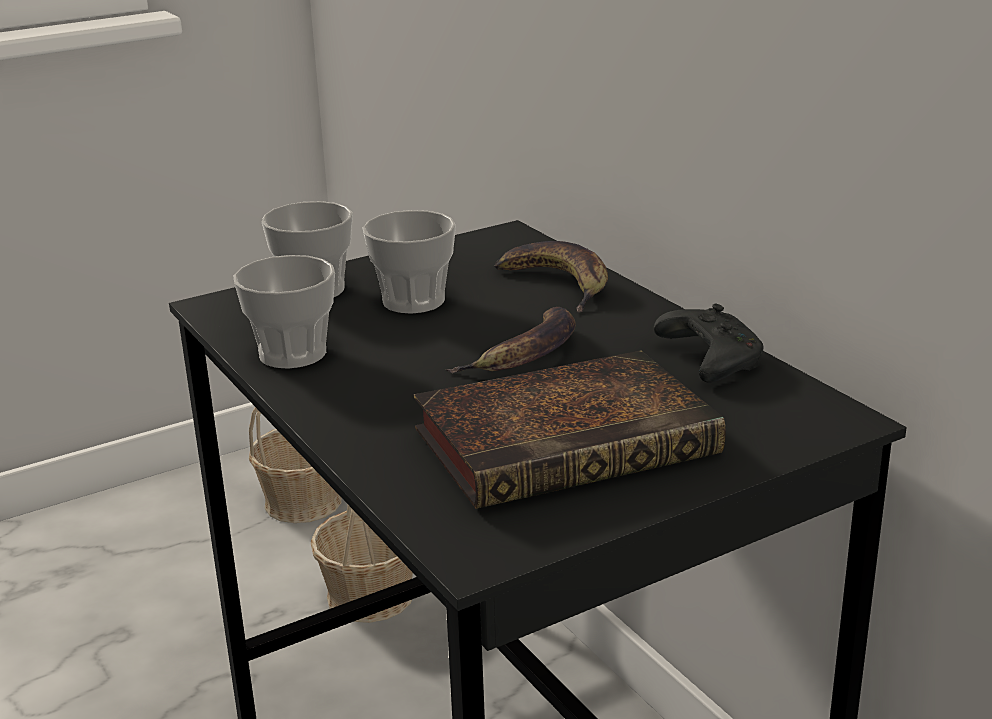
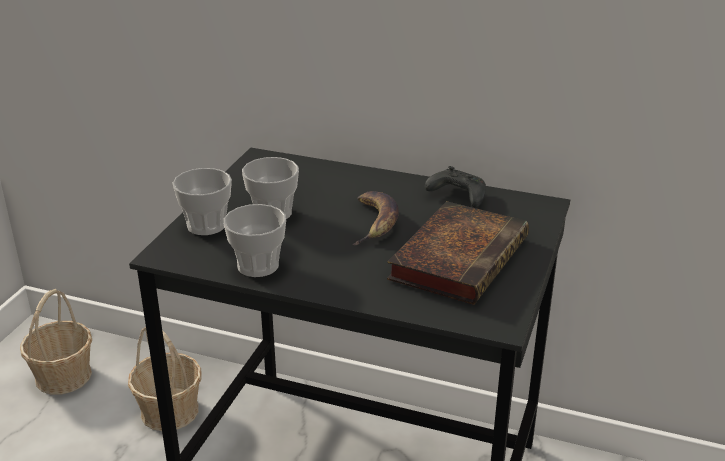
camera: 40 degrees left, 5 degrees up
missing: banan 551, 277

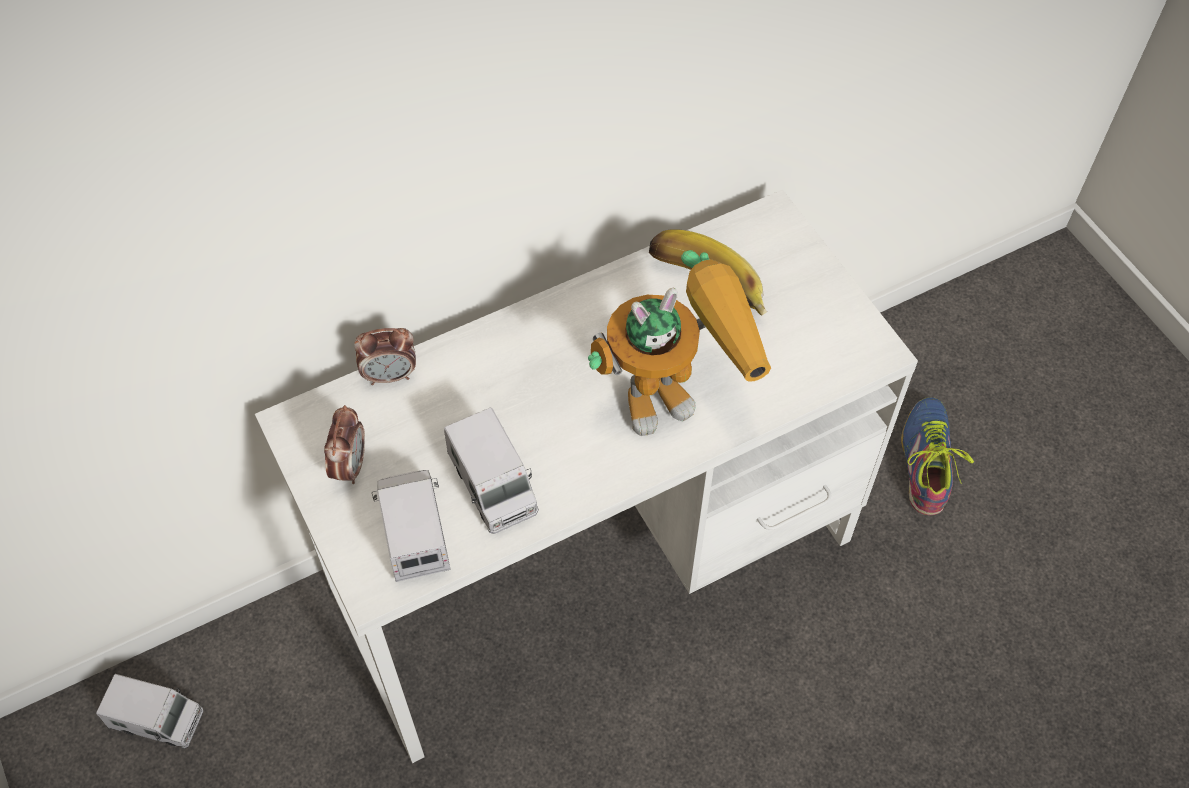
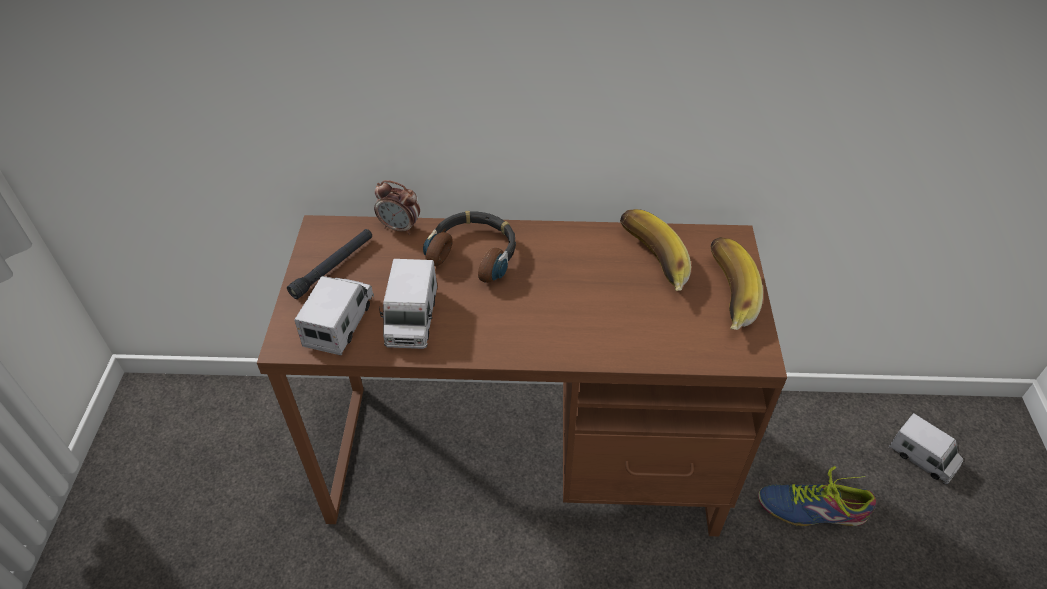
camera: 30 degrees right, 10 degrees down
missing: robot zabawkowy 679, 343
appeared: słuchawki 469, 247; banan 736, 283
relocated: ciężarówka zabawkowa 150, 711 to 926, 448
exchanged: budzik 344, 444 to latarka [czarny] 329, 264
colour: biurko [biały] 586, 476 to biurko [brązowy] 522, 375
spun: but 937, 456 = 817, 496 120 degrees counterclockwise

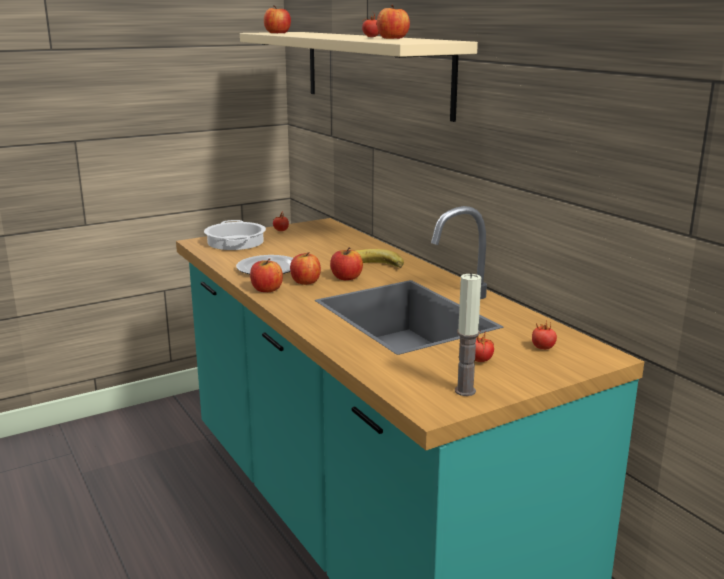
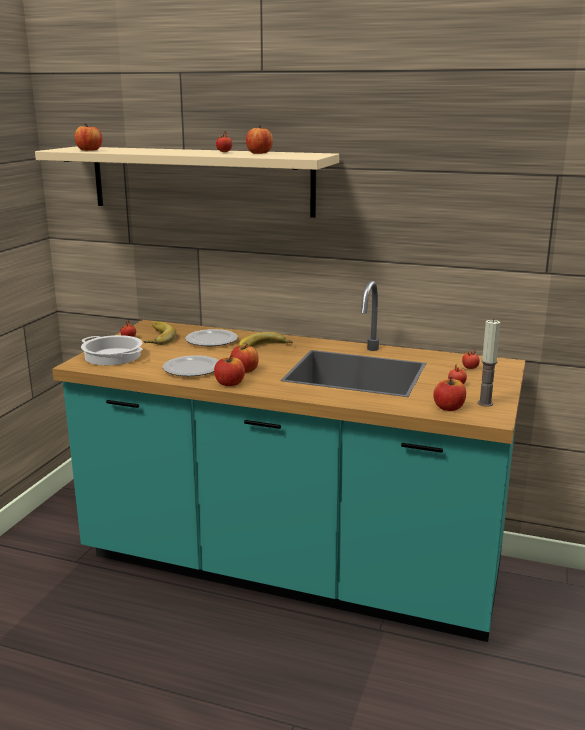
camera: 40 degrees left, 0 degrees up
appeared: banan 160, 333; talerz 211, 337
relocated: jabłko 346, 263 to 449, 394

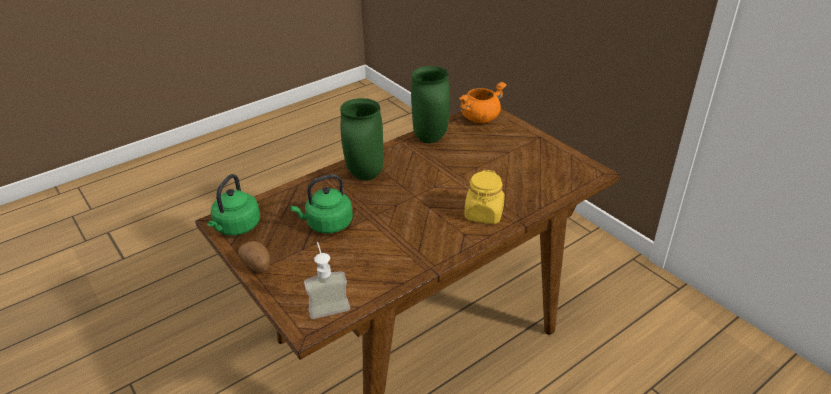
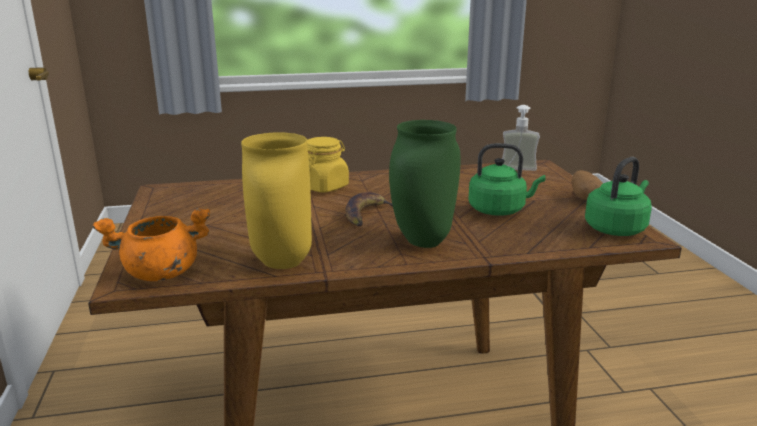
camera: 155 degrees left, 15 degrees down
appeared: banan 369, 209
colour: wazon [zielony] 430, 104 to wazon [żółty] 276, 200

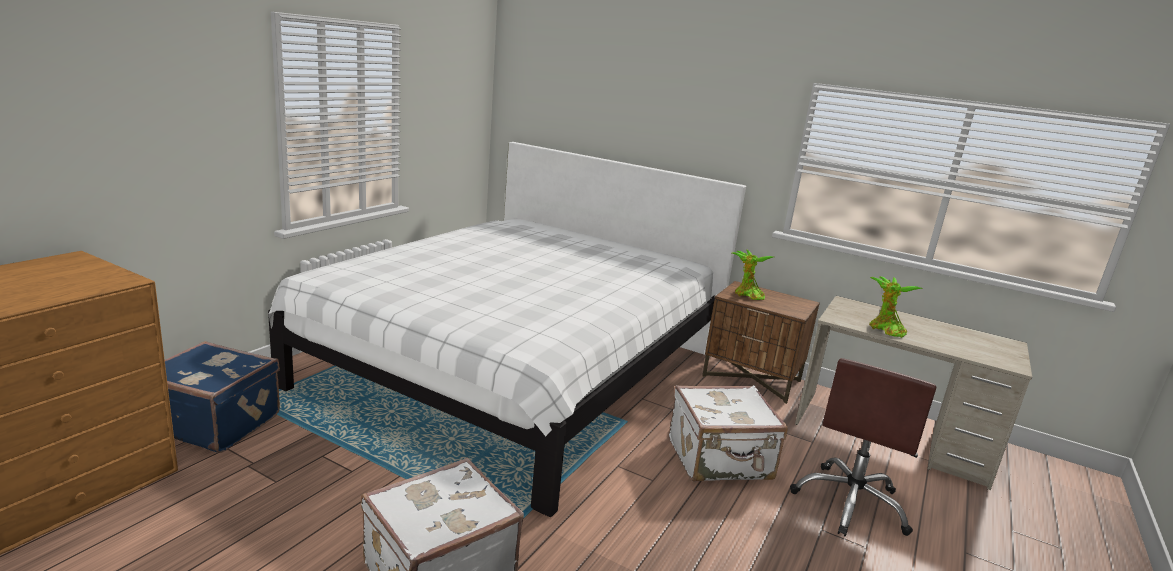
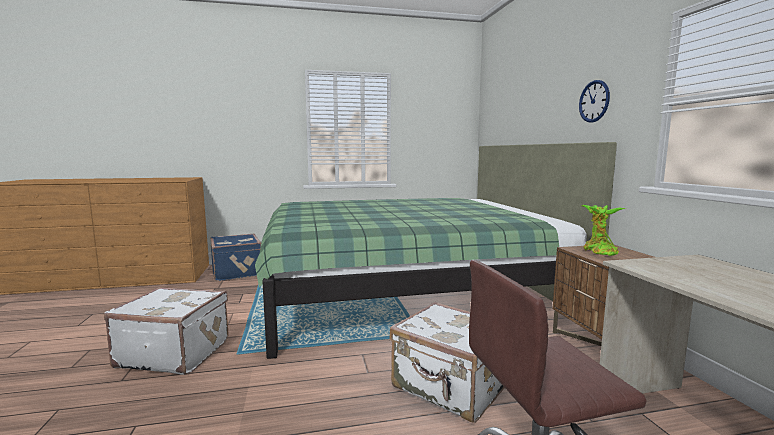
camera: 50 degrees right, 10 degrees down
missing: roślina doniczkowa 896, 307
appeared: zegar ścienny 594, 101
colour: łóżko [biały] 507, 329 to łóżko [zielony] 436, 250

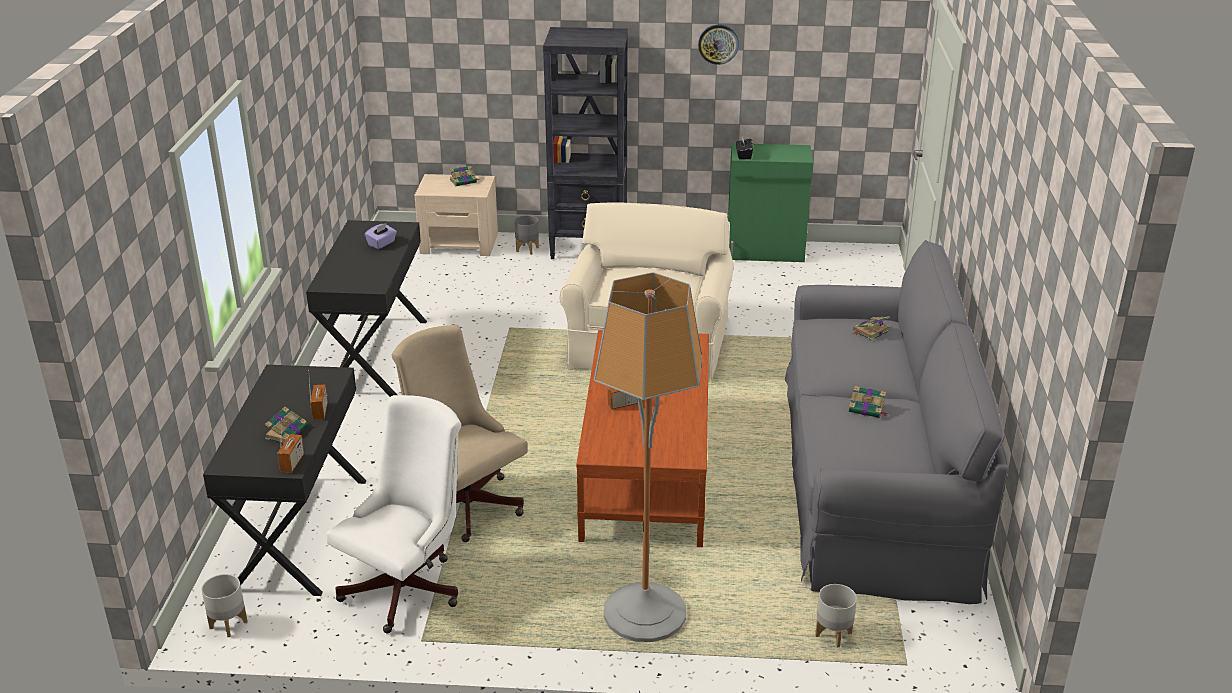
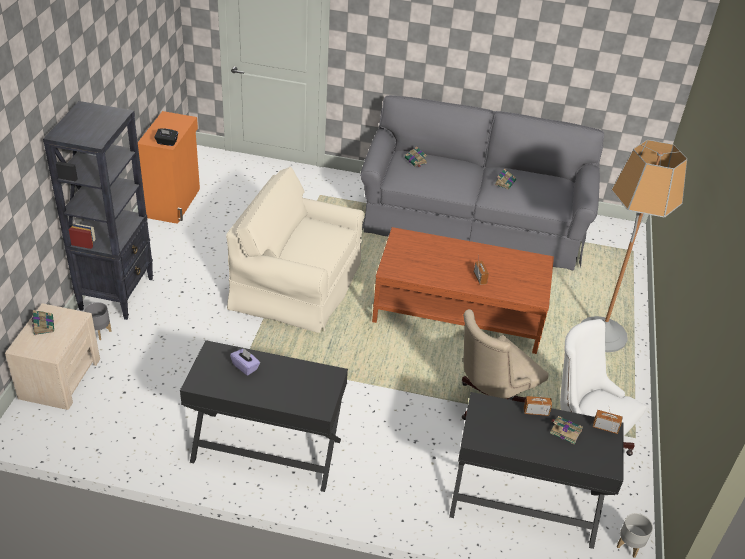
camera: 85 degrees left, 10 degrees up
missing: zegar ścienny 718, 45; donica [szary] 836, 615
colour: szafka [zielony] 770, 202 to szafka [pomarańczowy] 169, 167

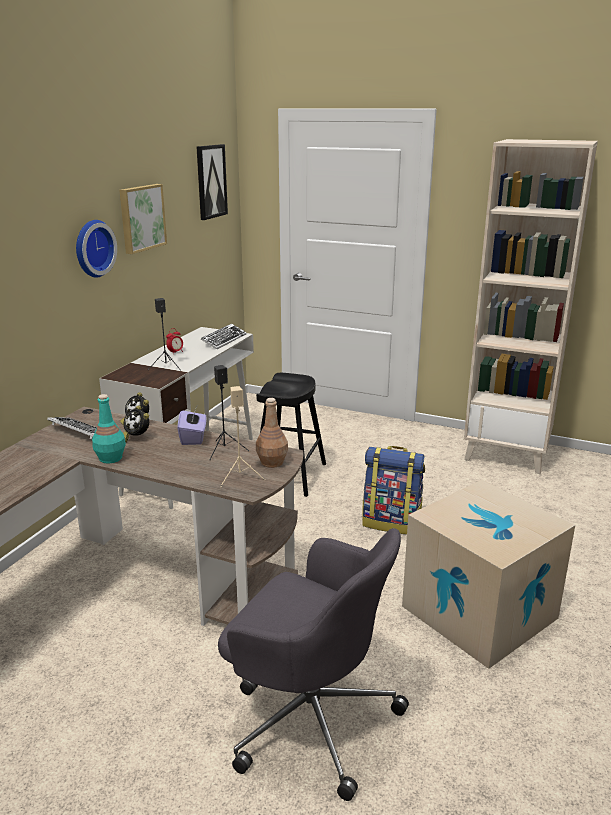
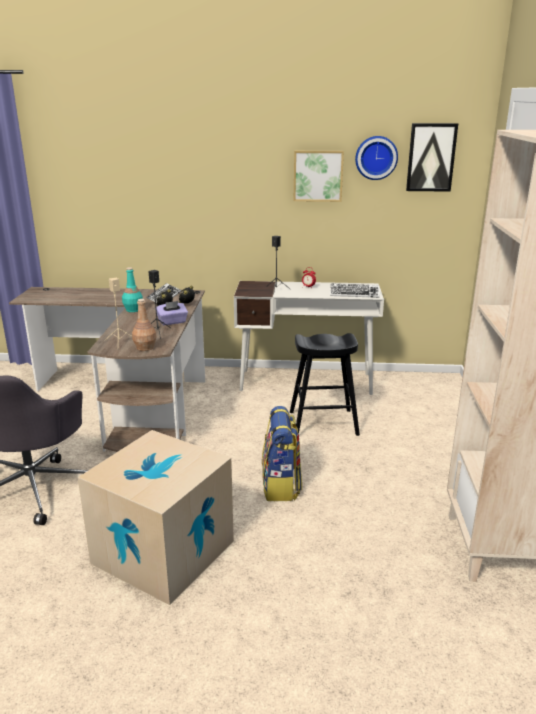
camera: 70 degrees right, 0 degrees up
relocated: zegar ścienny 96, 249 to 376, 158

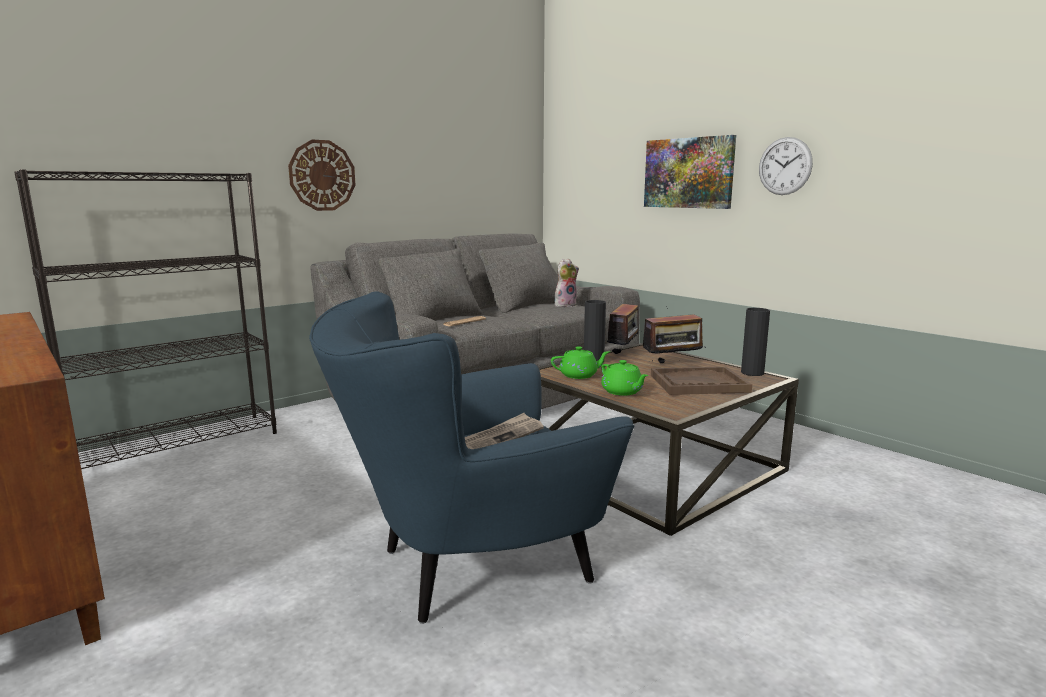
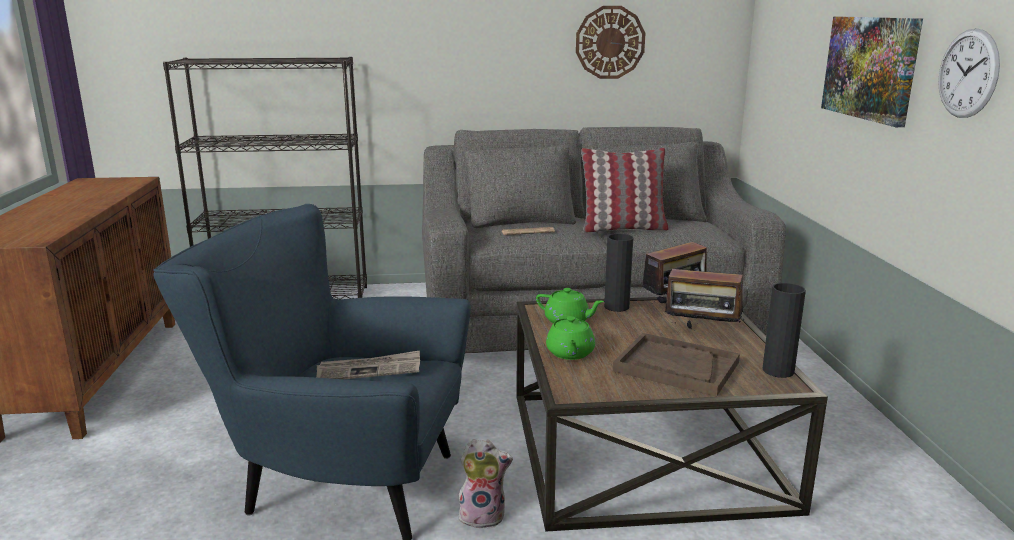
camera: 35 degrees right, 5 degrees up
appeared: poduszka 625, 190
relocated: zegar ścienny 321, 175 to 610, 42; pluszak 567, 283 to 486, 484

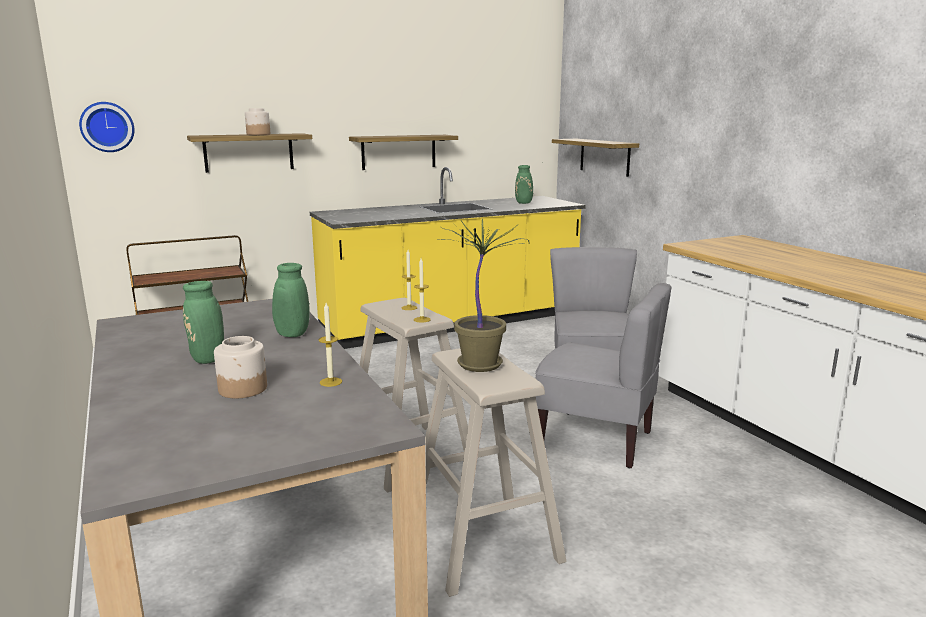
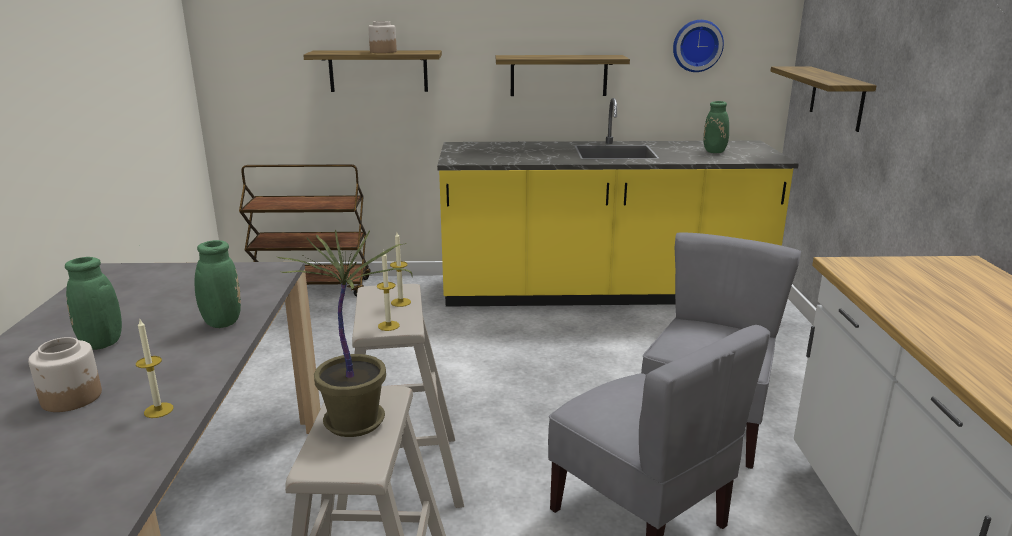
camera: 25 degrees right, 5 degrees up
relocated: zegar ścienny 107, 127 to 698, 46

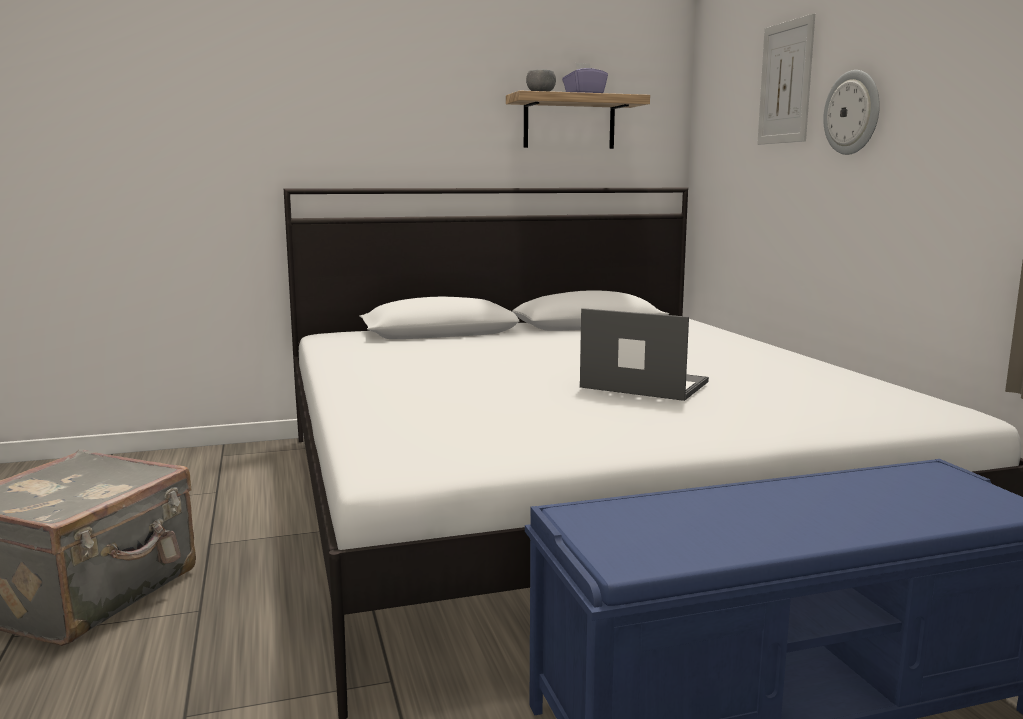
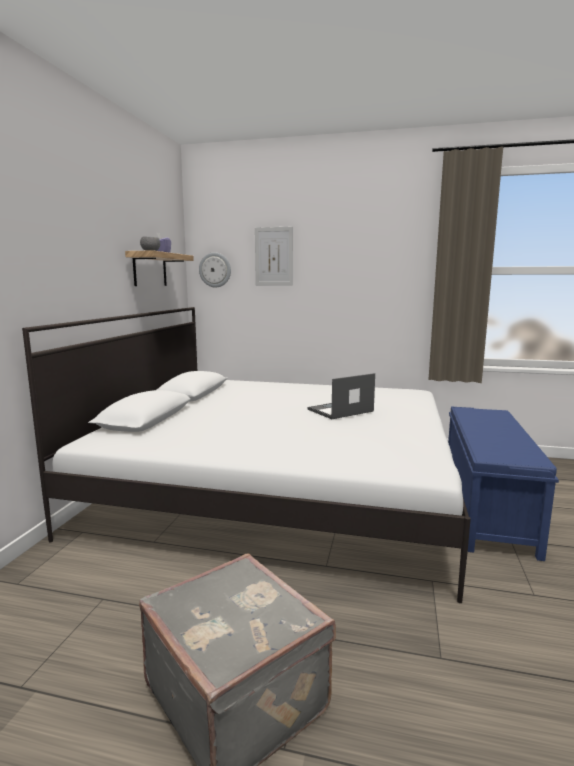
camera: 60 degrees left, 0 degrees up
relocated: zegar ścienny 851, 112 to 215, 270

